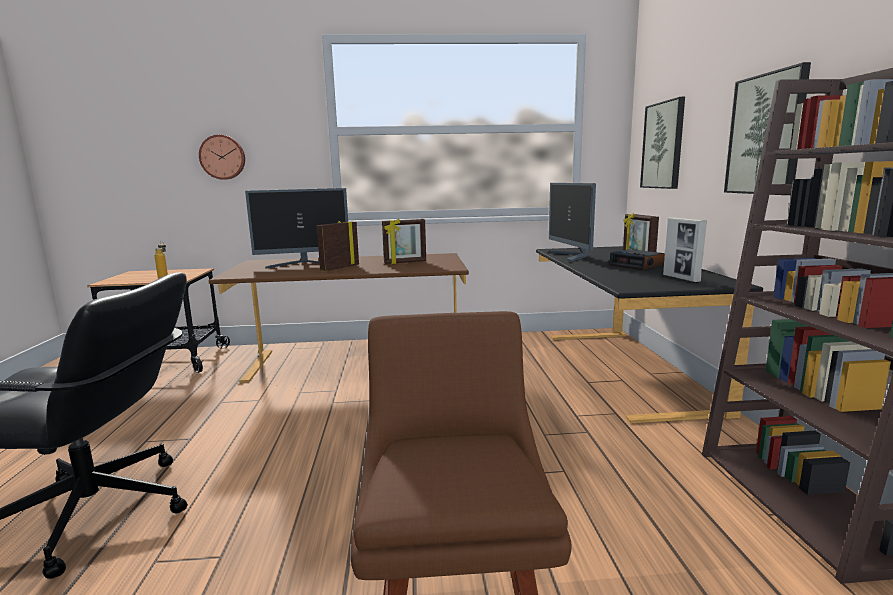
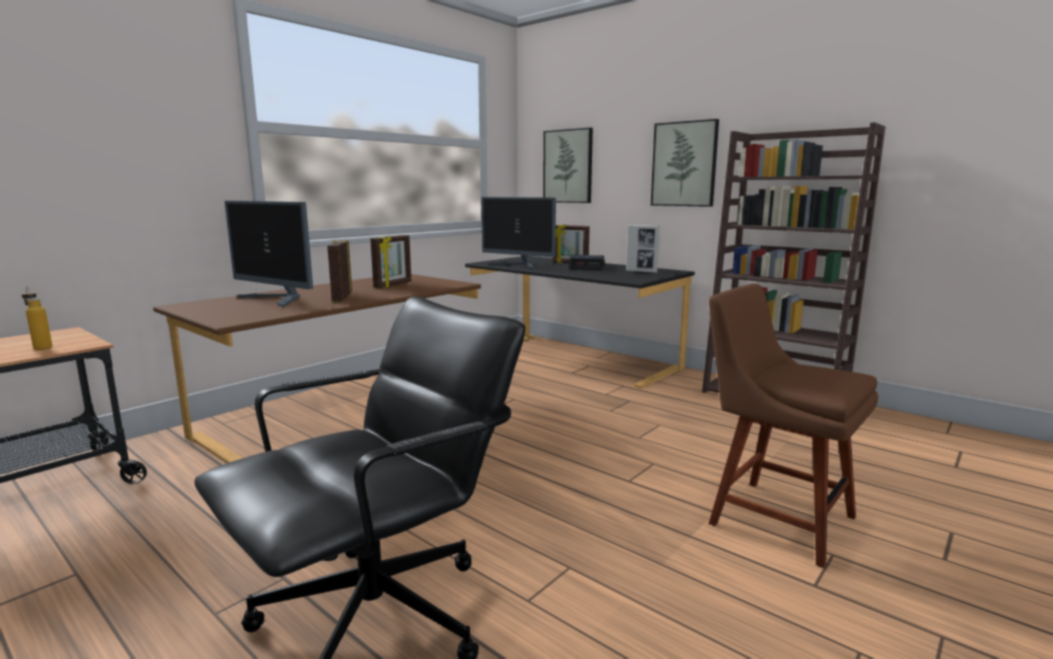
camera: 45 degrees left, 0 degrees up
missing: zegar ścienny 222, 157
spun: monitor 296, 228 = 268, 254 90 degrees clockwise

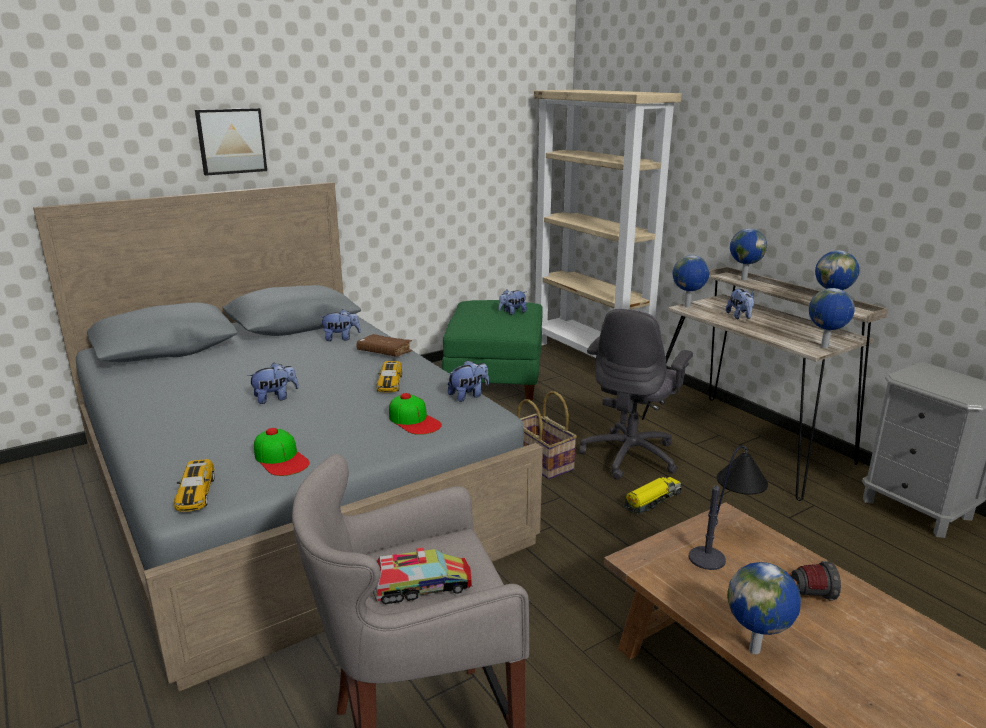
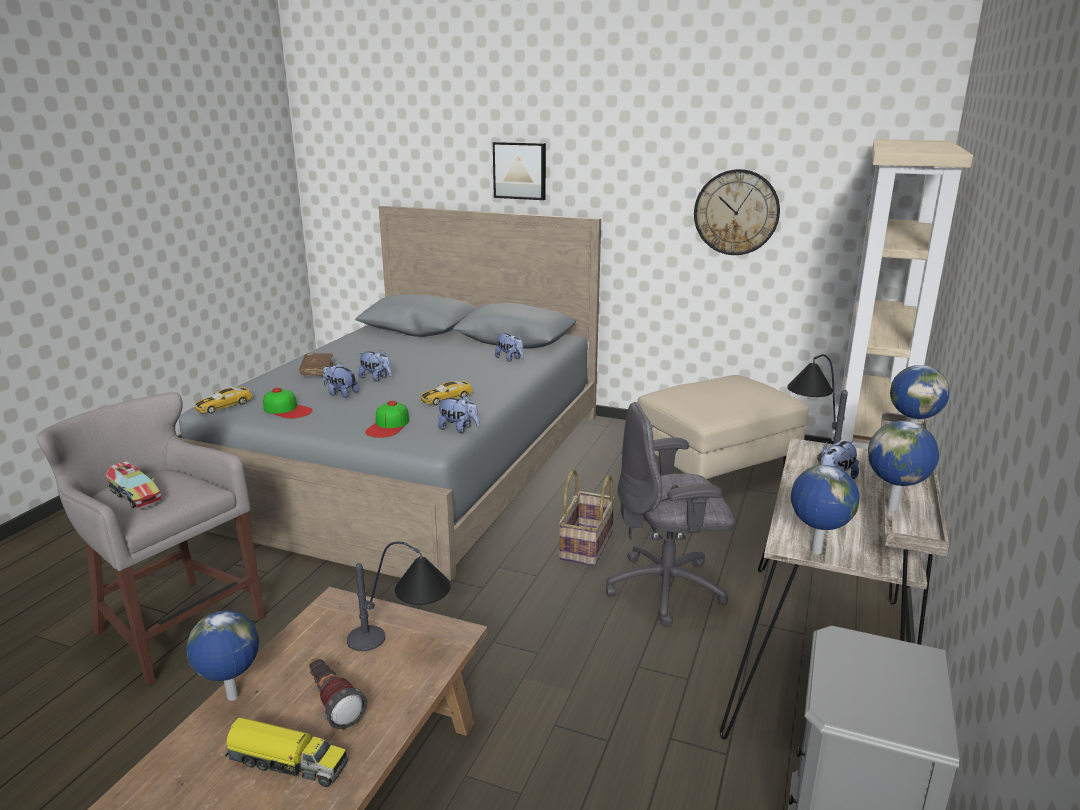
camera: 55 degrees right, 0 degrees up
appeared: zegar ścienny 737, 212
relocated: pluszak 512, 302 to 341, 380; książka [brązowy] 385, 345 to 316, 364; ciężarówka zabawkowa 652, 495 to 286, 752
exchanged: globus 691, 281 to lampa stołowa 817, 408
colour: pufa [zielony] 492, 350 to pufa [beżowy] 723, 428
spun: czapka z daszkiem 281, 452 = 288, 403 75 degrees counterclockwise

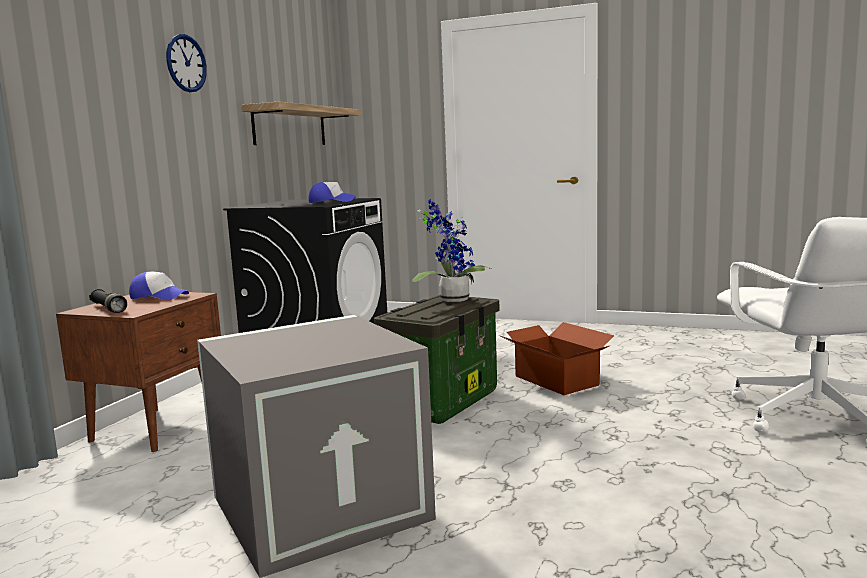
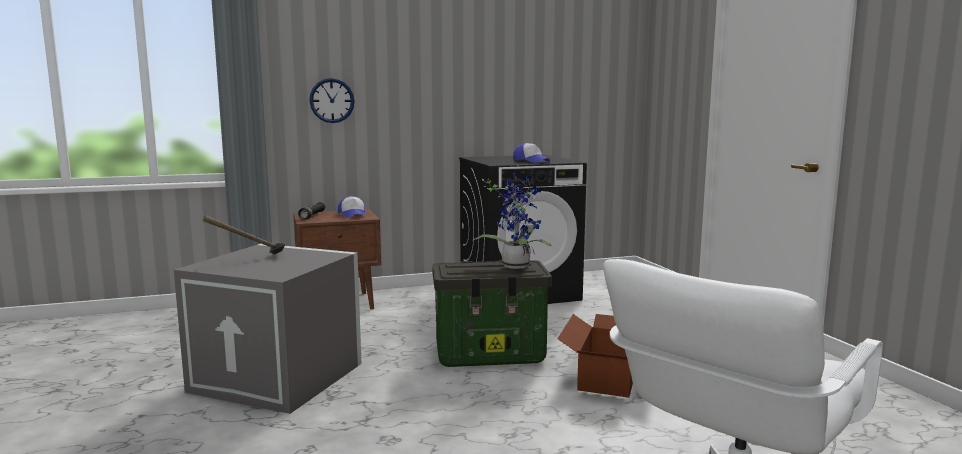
camera: 50 degrees right, 0 degrees up
missing: półka 301, 123
appeared: młotek 244, 234
relocated: zegar ścienny 186, 63 to 331, 100

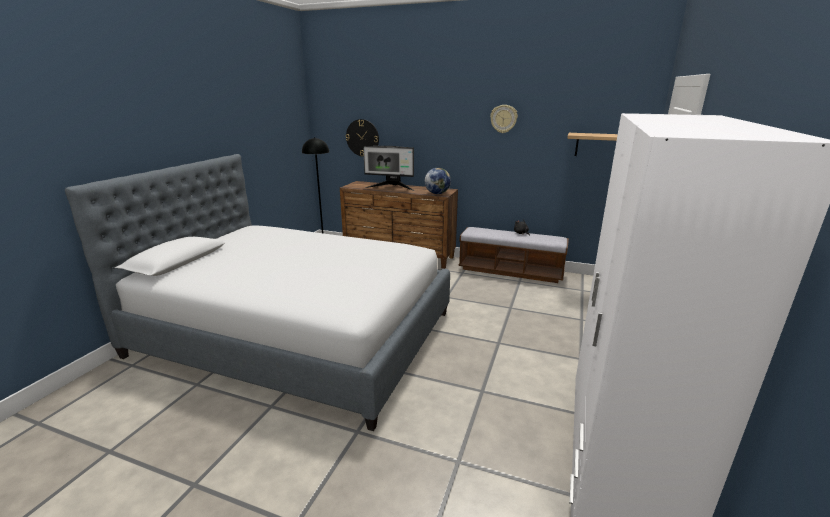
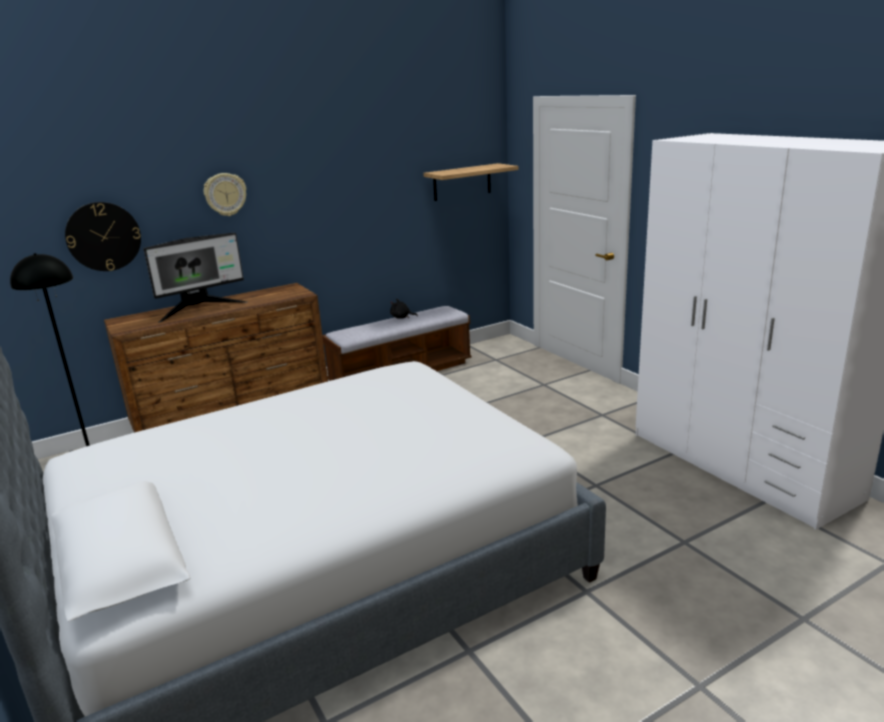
camera: 50 degrees left, 0 degrees up
missing: globus 438, 181
relocated: zegar ścienny 504, 119 to 225, 194

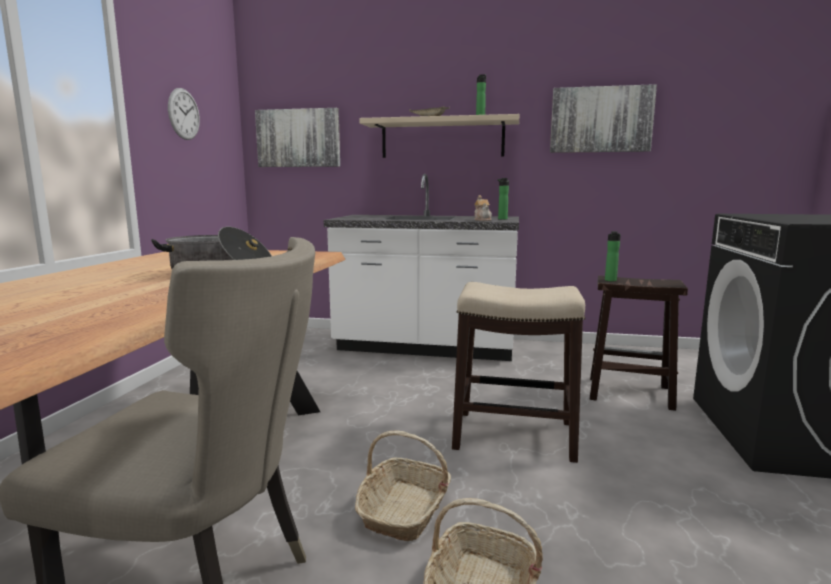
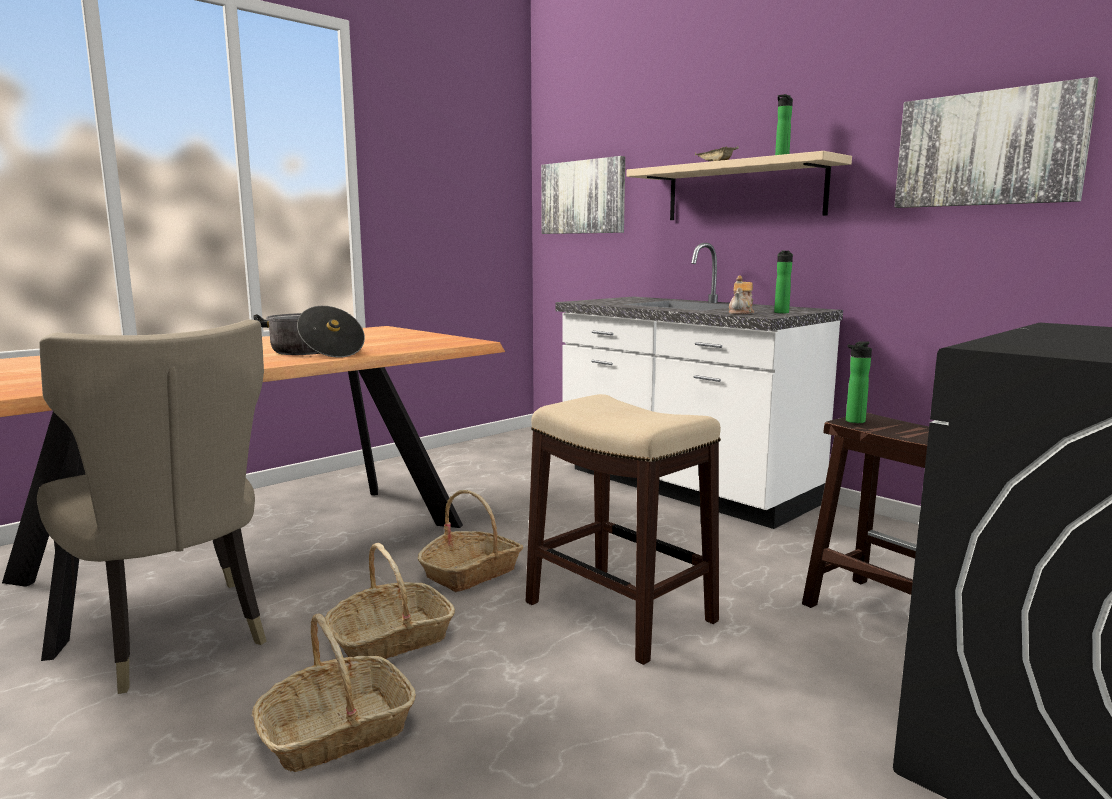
camera: 35 degrees right, 0 degrees up
missing: zegar ścienny 184, 114
appeared: koszyk 470, 541

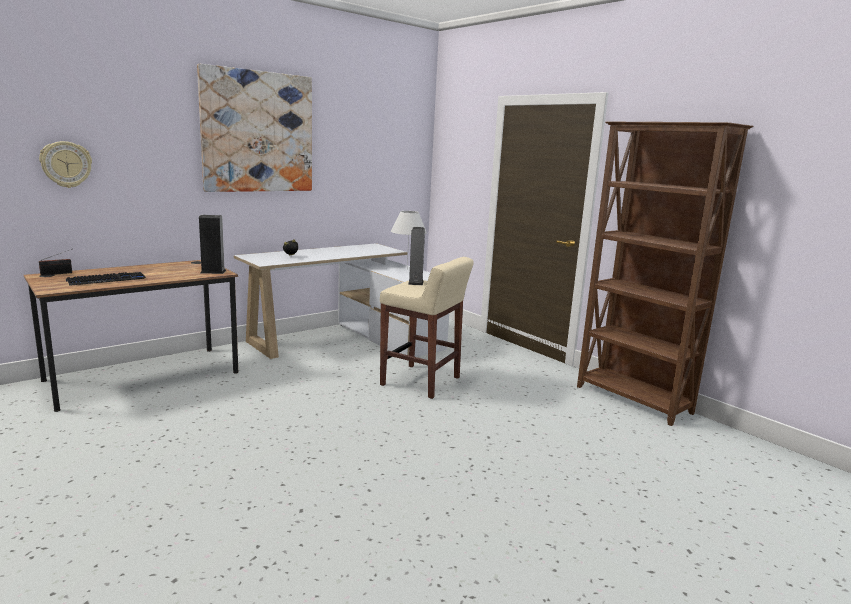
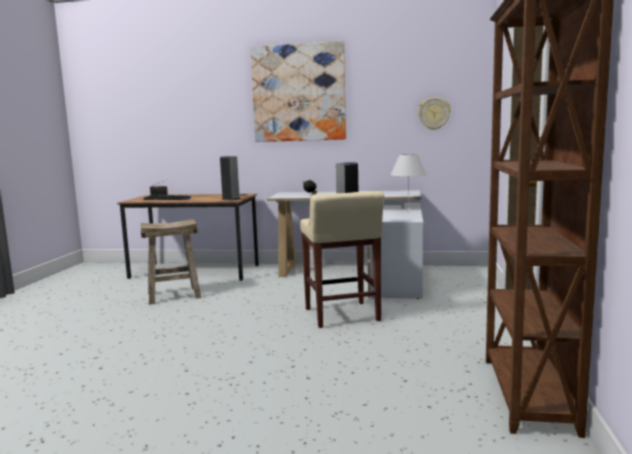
camera: 50 degrees right, 5 degrees down
appeared: stołek [beżowy] 171, 262
relocated: zegar ścienny 65, 164 to 434, 114

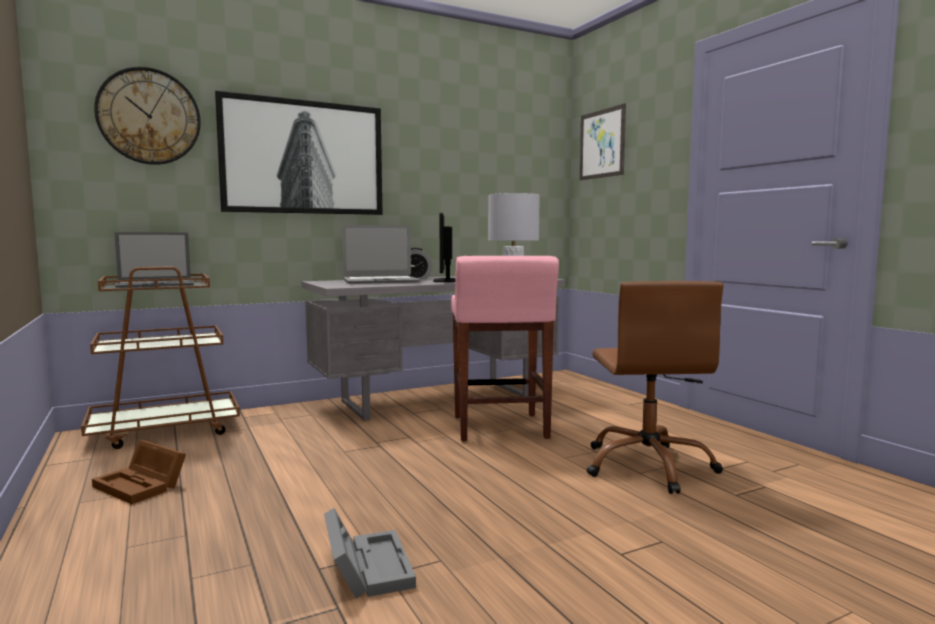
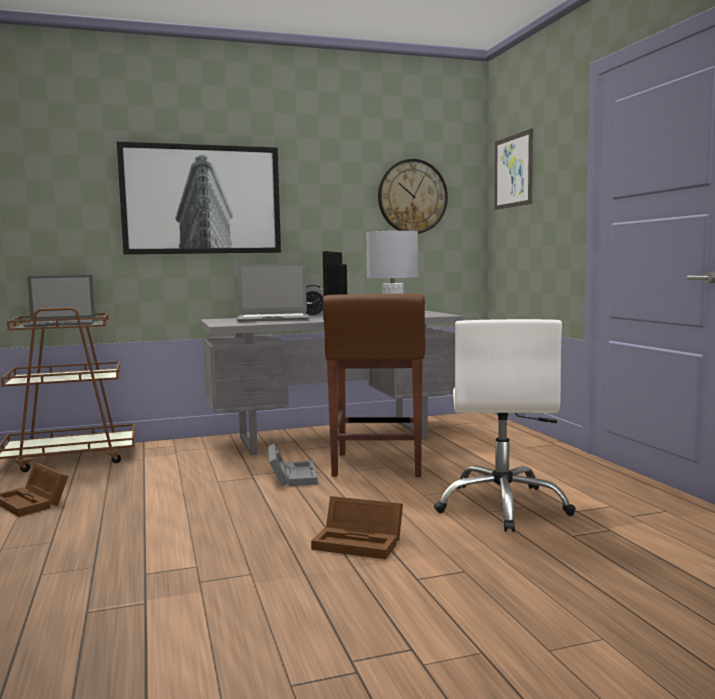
camera: 10 degrees right, 0 degrees up
appeared: pojemnik do przechowywania [brązowy] 357, 527
relocated: zegar ścienny 147, 116 to 413, 196; pojemnik do przechowywania [szary] 370, 553 to 293, 465
colour: stołek [różowy] 505, 348 to stołek [brązowy] 374, 385; krzesło biurowe [brązowy] 655, 387 to krzesło biurowe [biały] 505, 425

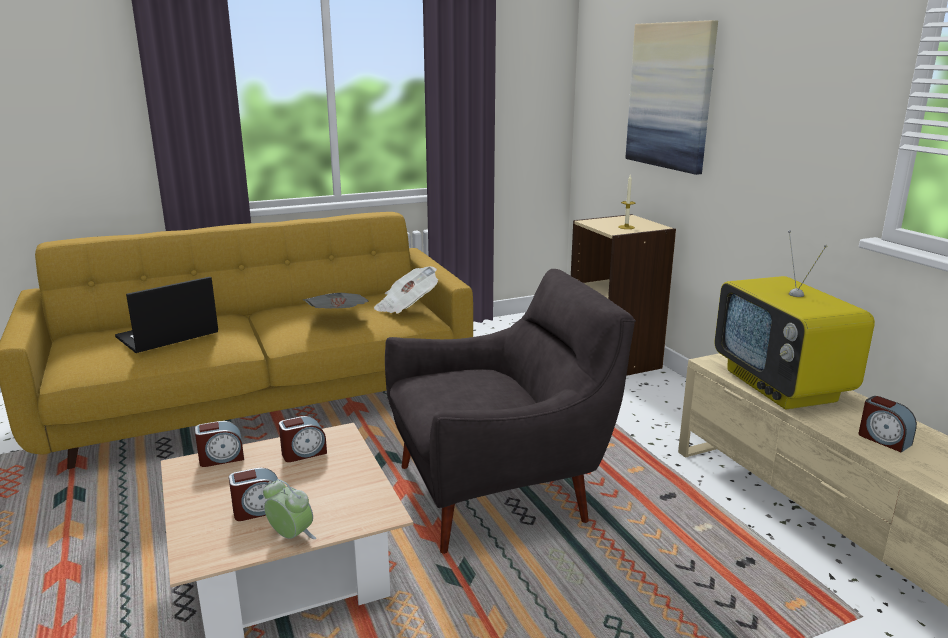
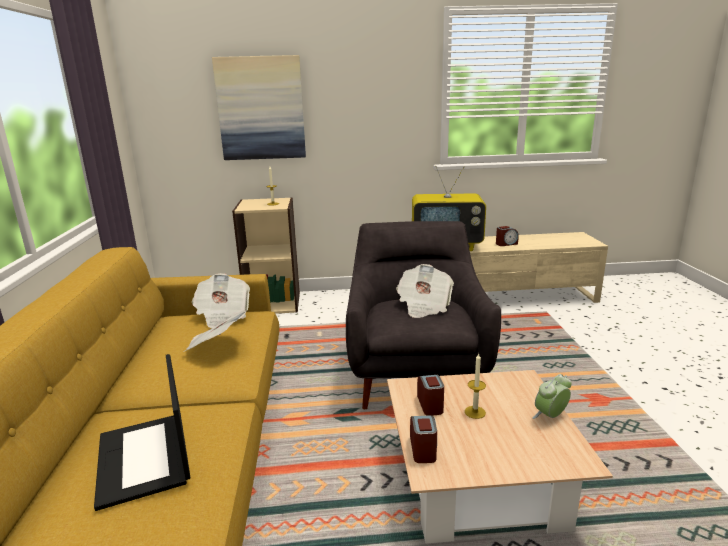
camera: 70 degrees left, 0 degrees up
missing: budzik 253, 494
appeared: gazeta 425, 291; świeca 475, 386

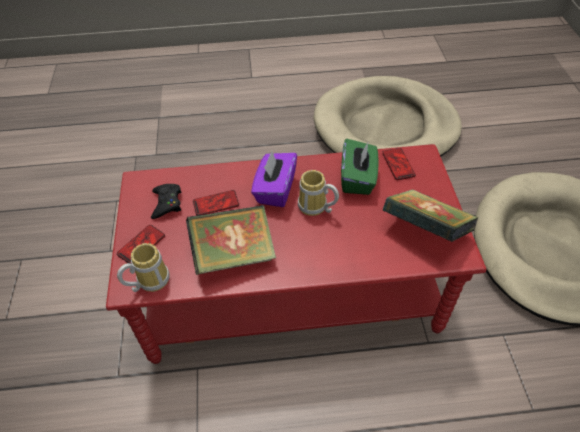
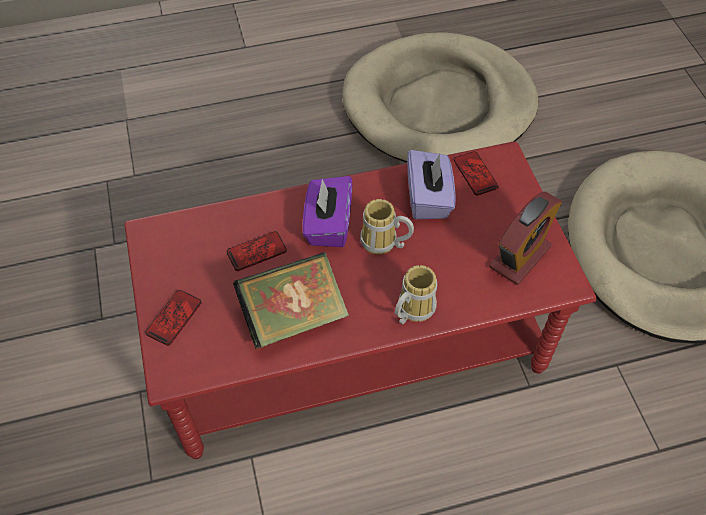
camera: 10 degrees left, 5 degrees up
missing: pad do gier [czarny] 166, 201
relocated: kubek 143, 267 to 416, 294
exchanged: książka 431, 215 to budzik 525, 238
colour: pudełko chusteczek [zielony] 359, 167 to pudełko chusteczek [fioletowy] 431, 184

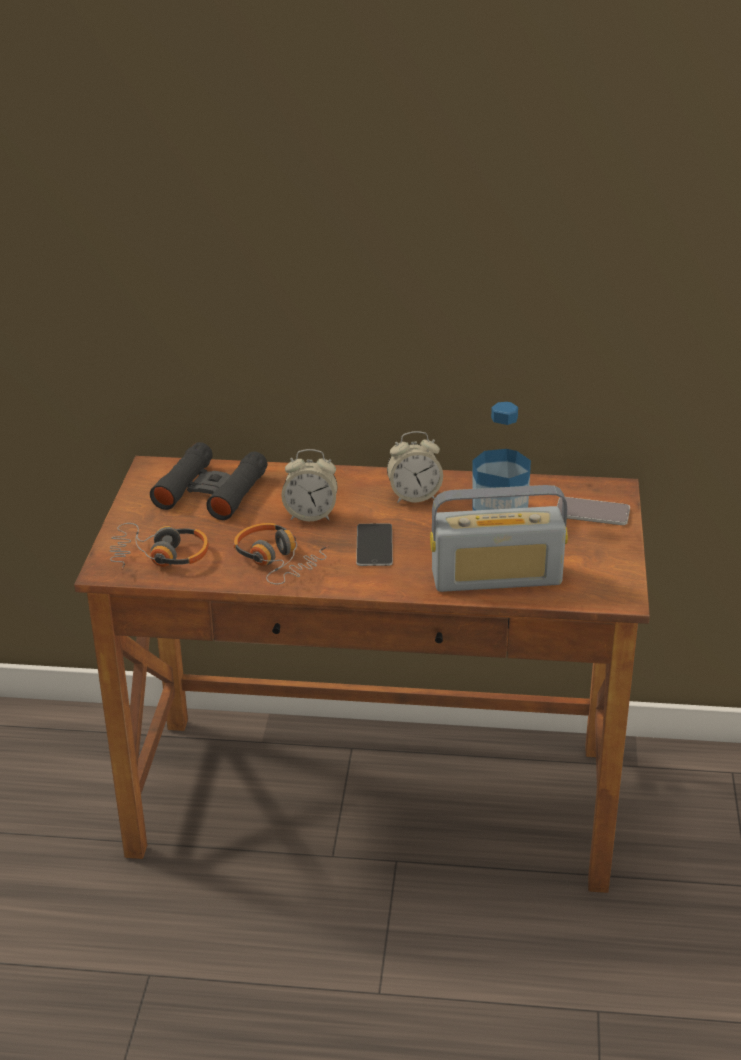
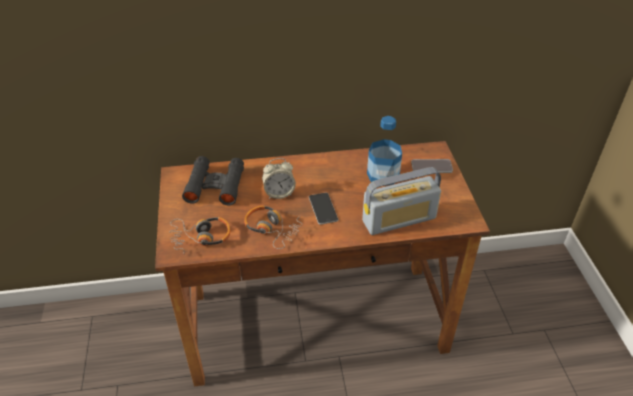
camera: 15 degrees left, 10 degrees up
missing: budzik 415, 467

